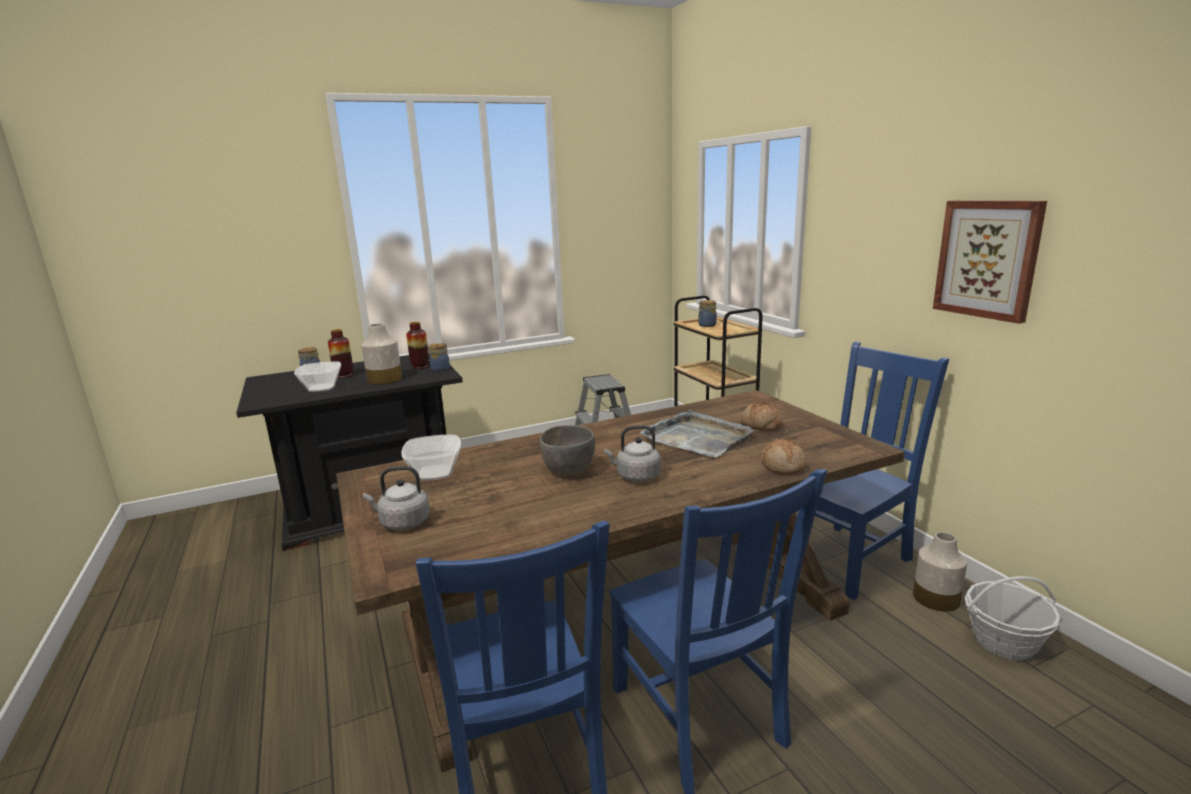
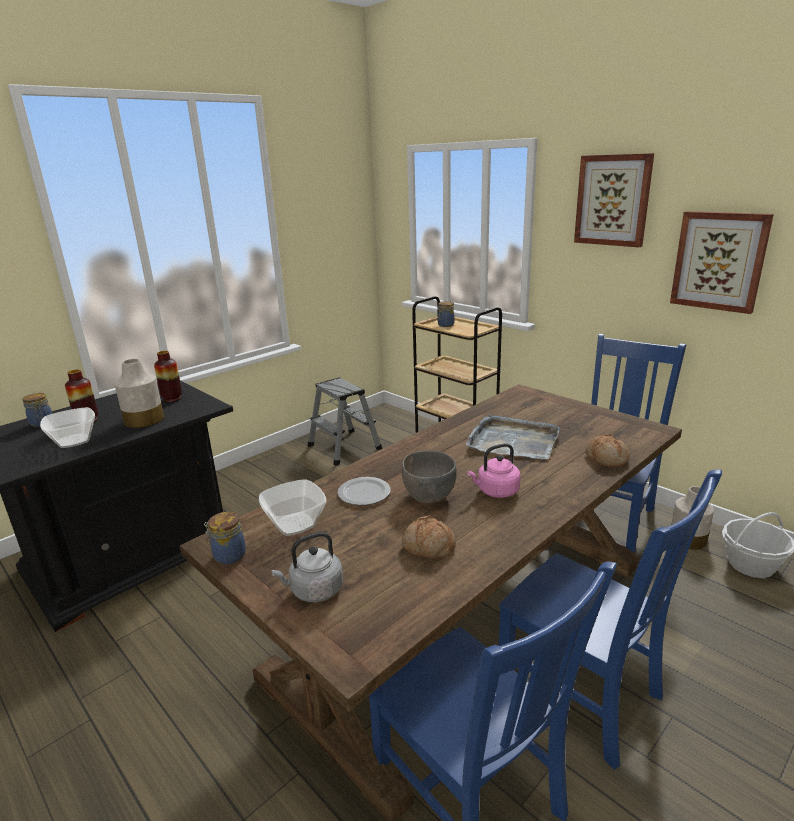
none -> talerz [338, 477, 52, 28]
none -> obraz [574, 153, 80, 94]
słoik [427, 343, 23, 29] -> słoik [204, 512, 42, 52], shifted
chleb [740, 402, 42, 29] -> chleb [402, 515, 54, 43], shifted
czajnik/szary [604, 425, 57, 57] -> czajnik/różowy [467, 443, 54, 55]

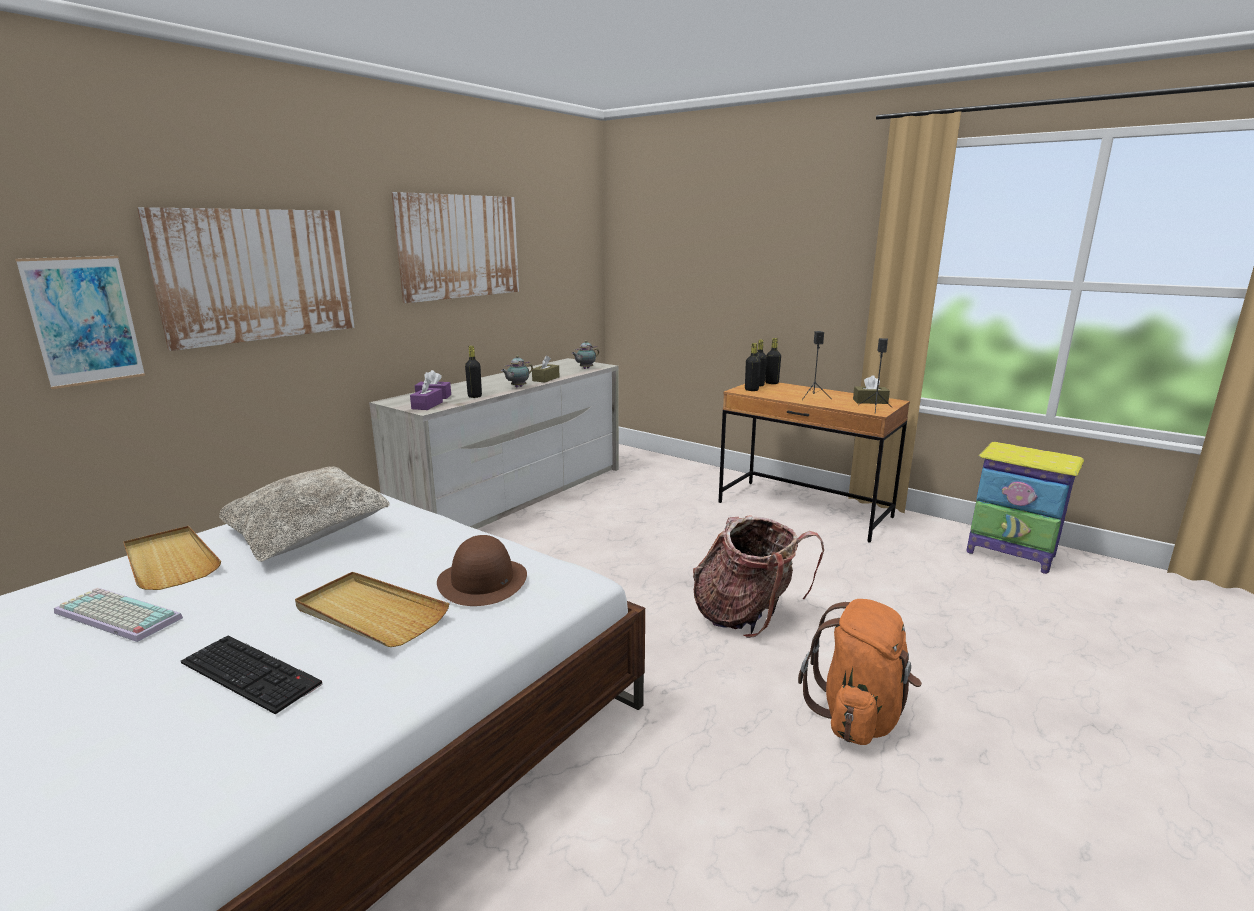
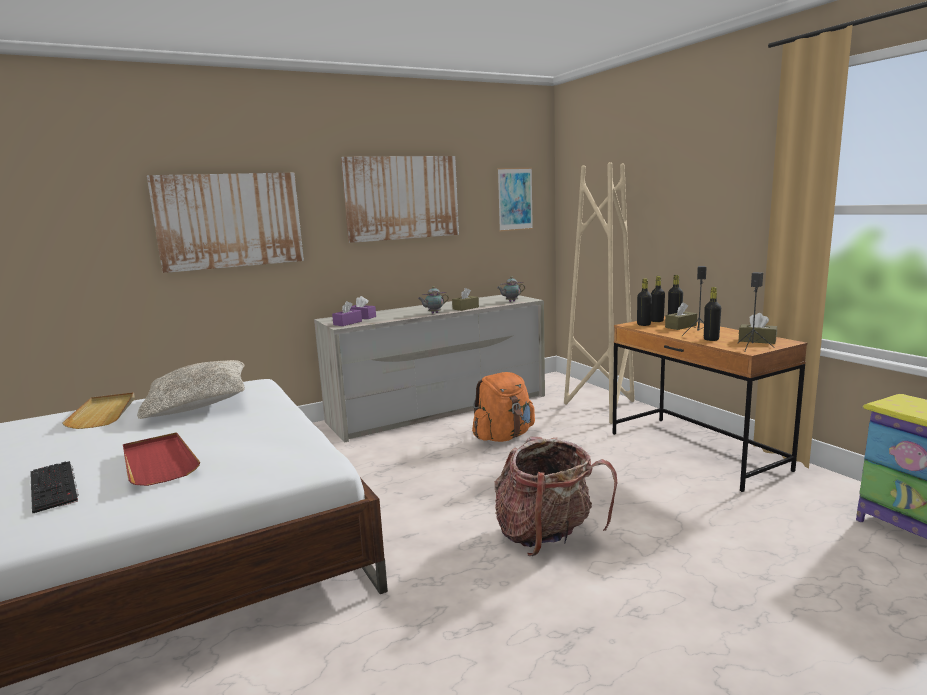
klawiatura [54, 588, 129, 54] -> none
kapelusz/brązowy [437, 535, 90, 71] -> none
none -> wieszak/beżowy [564, 162, 71, 262]
none -> pudełko chusteczek/brązowy [665, 302, 32, 28]
obraz [15, 256, 131, 133] -> obraz [498, 168, 35, 63], shifted
butelka/czarny [465, 346, 17, 52] -> butelka/czarny [704, 287, 17, 54], shifted
plecak/pomarańczowy [798, 599, 124, 146] -> plecak/pomarańczowy [472, 372, 63, 70], shifted
taca/beżowy [295, 572, 155, 75] -> taca/czerwony [123, 432, 77, 54]

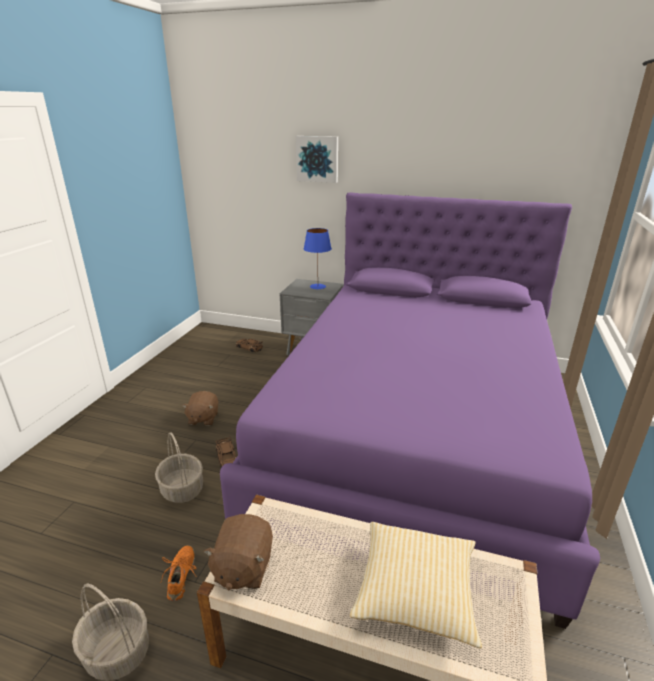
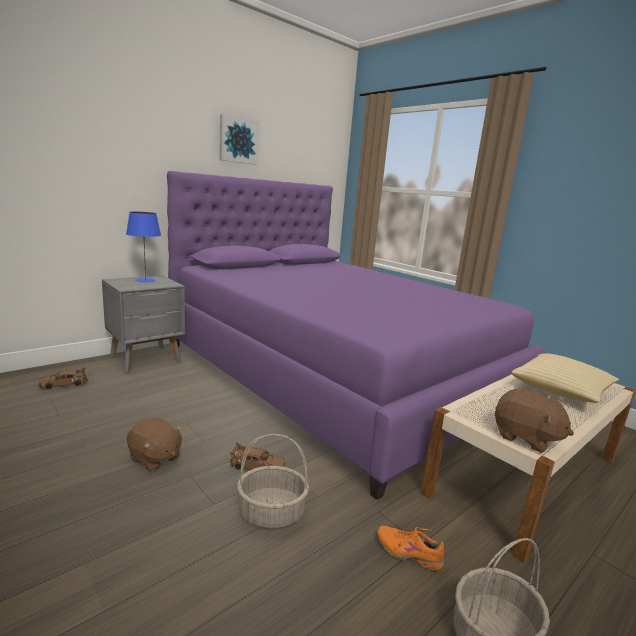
obraz [296, 136, 42, 47] -> obraz [219, 114, 40, 51], shifted

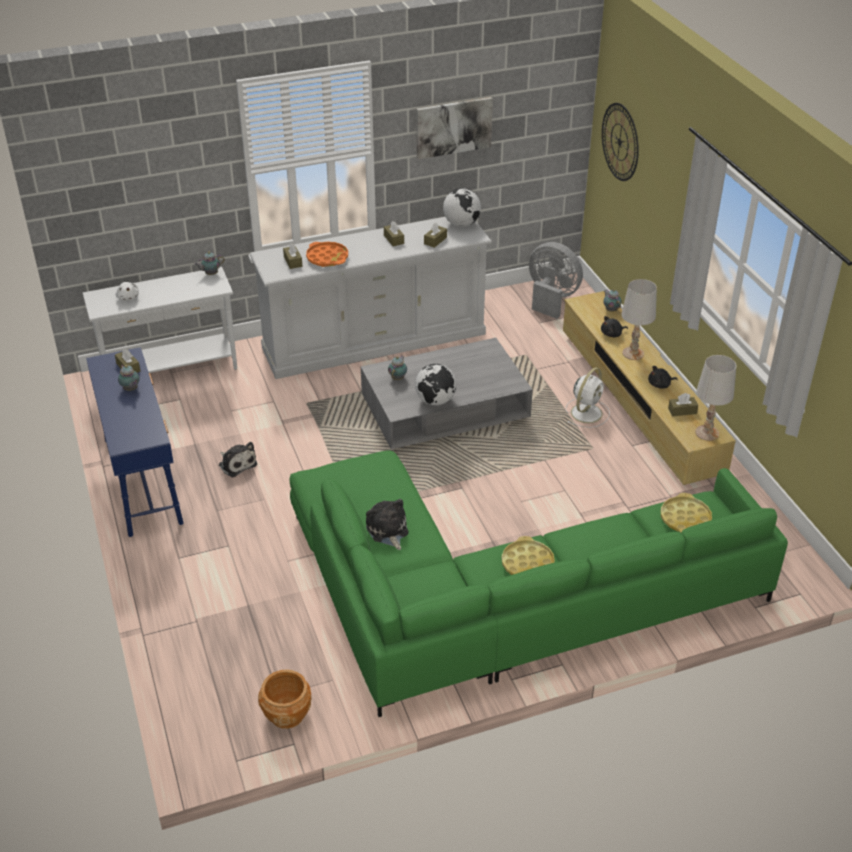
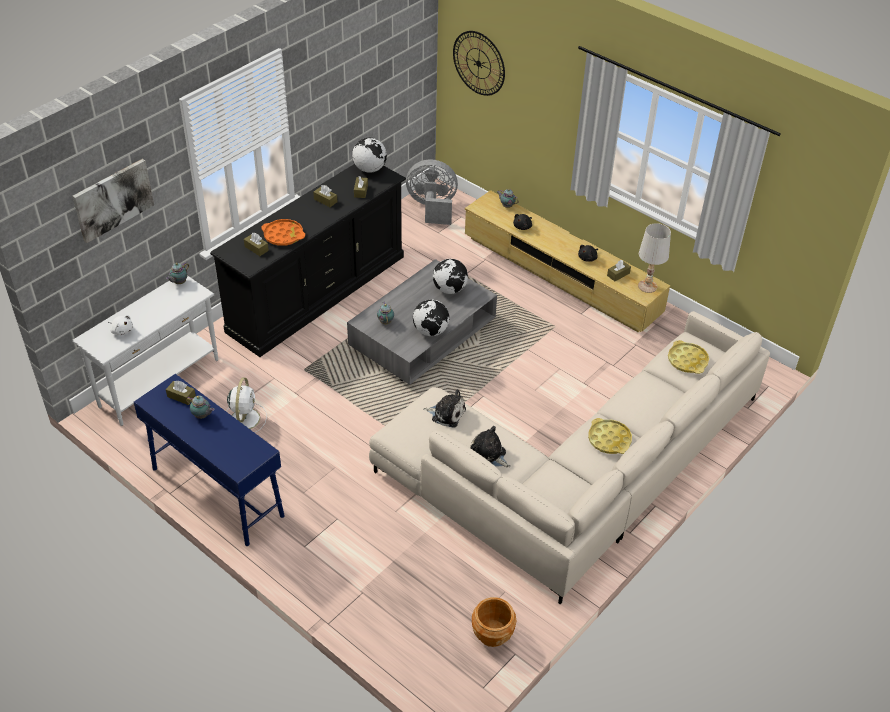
lampa stołowa/biały [621, 279, 36, 81] -> none
none -> globus [433, 259, 35, 35]
pluszak [219, 442, 38, 35] -> pluszak [423, 389, 43, 39], shifted
obraz [416, 97, 77, 62] -> obraz [72, 159, 82, 84], shifted
wentylator/biały [566, 368, 44, 60] -> wentylator/biały [226, 377, 41, 56], shifted
szafka/biały [250, 217, 242, 162] -> szafka/czarny [210, 164, 196, 193]
kanapa/zielony [289, 451, 499, 266] -> kanapa/beżowy [369, 311, 401, 294]

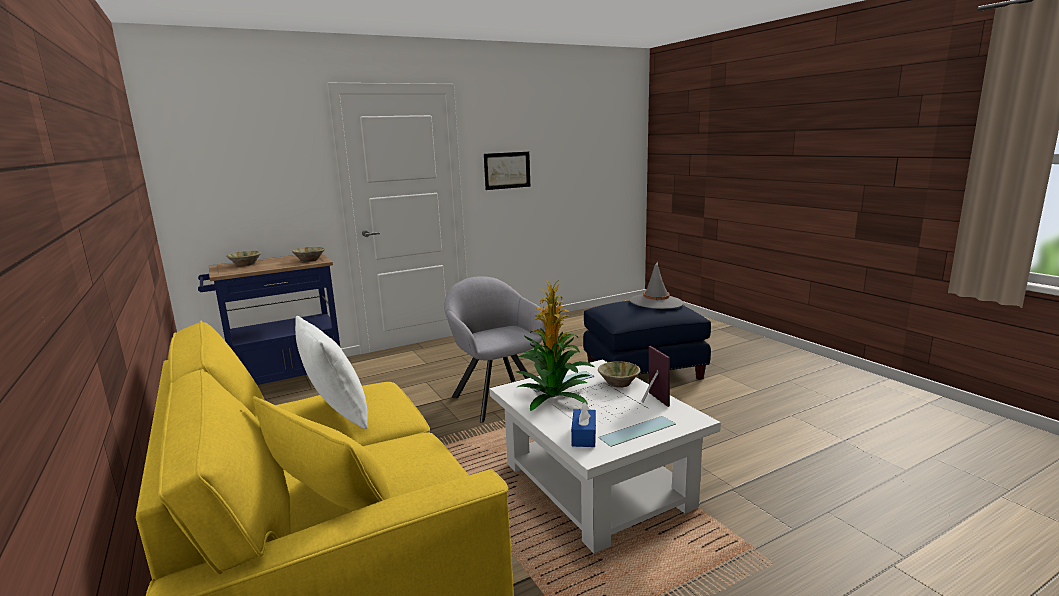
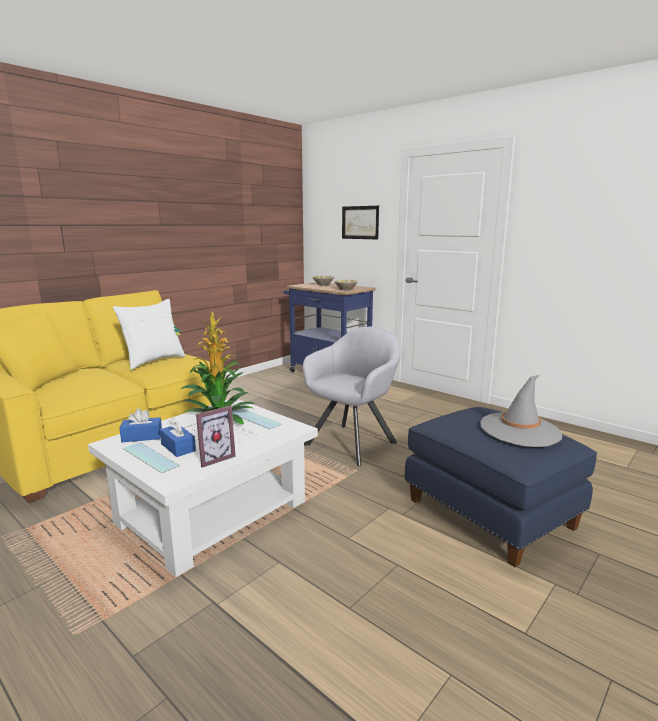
miska/beżowy [598, 361, 42, 27] -> none
none -> pudełko chusteczek/niebieski [160, 418, 36, 39]
obraz [484, 152, 46, 38] -> obraz [342, 206, 37, 33], shifted

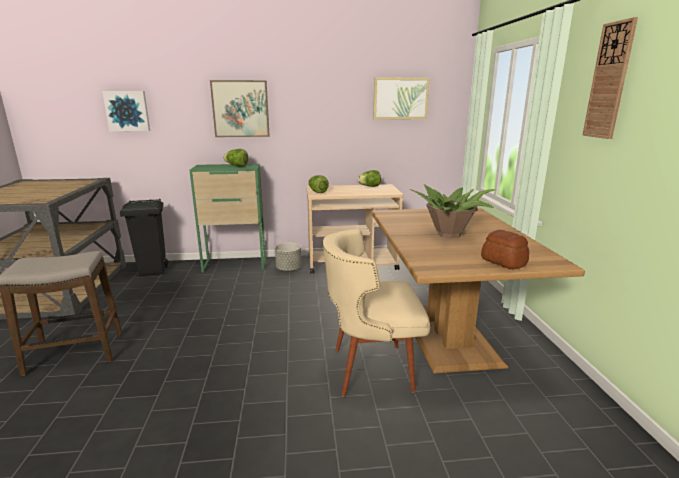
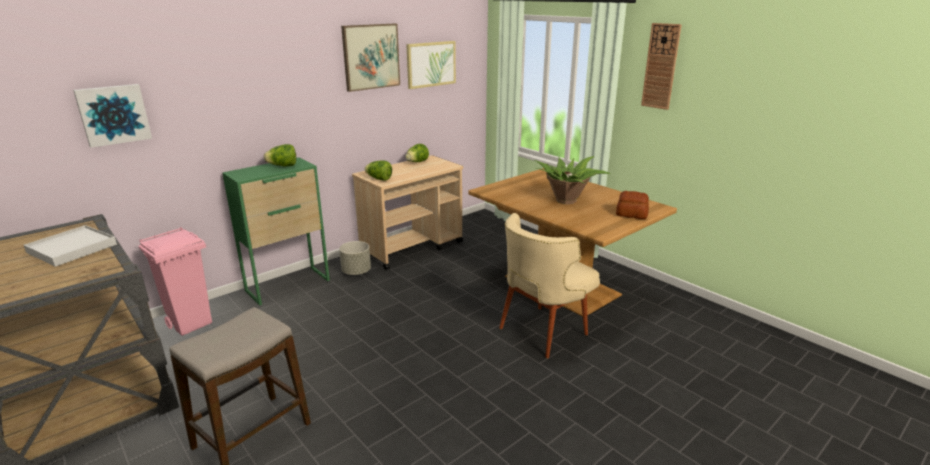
none -> taca/biały [24, 225, 93, 42]
obraz [210, 80, 60, 57] -> obraz [341, 24, 59, 68], shifted
kosz na śmieci/czarny [120, 199, 48, 77] -> kosz na śmieci/różowy [139, 227, 73, 109]

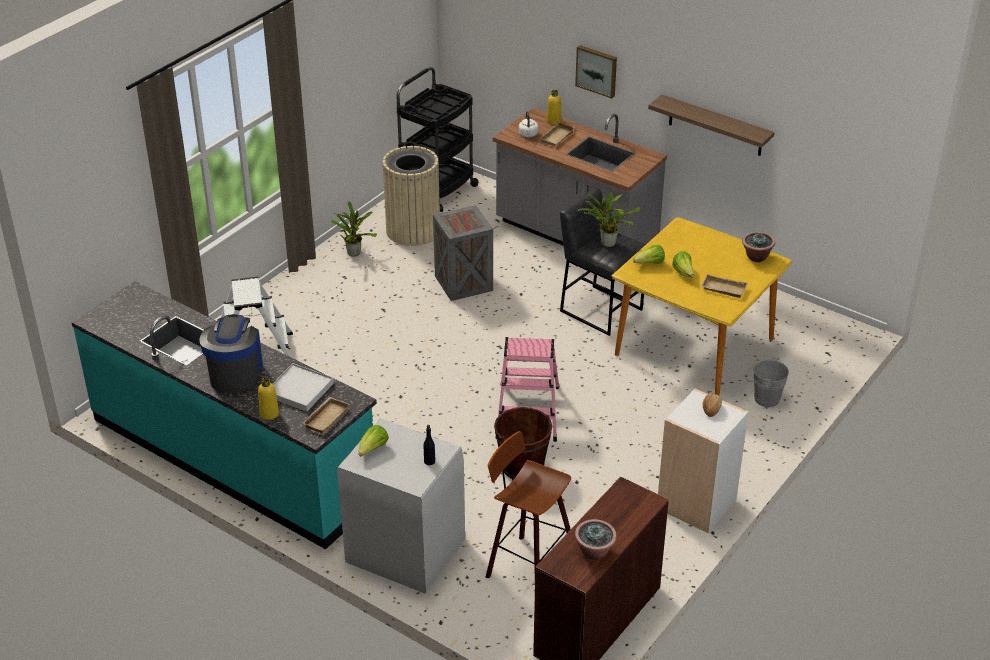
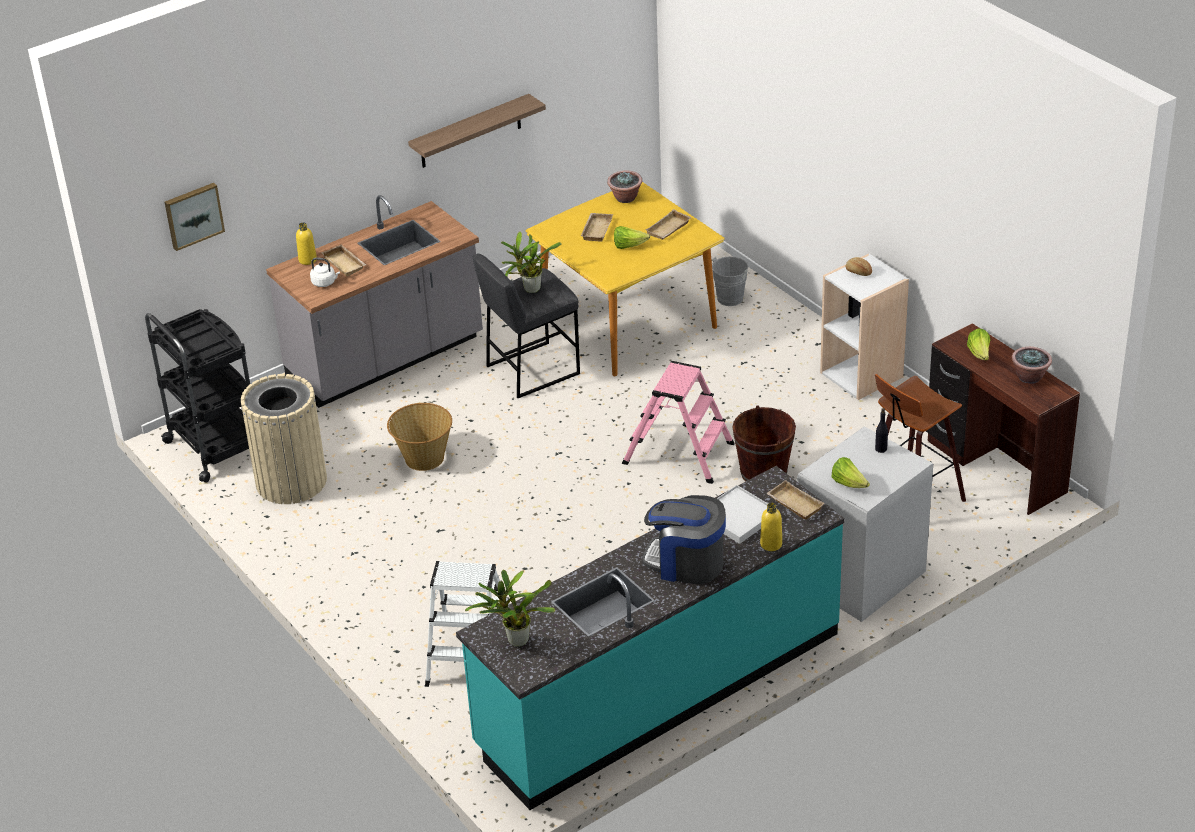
none -> taca/beżowy [581, 213, 32, 29]
roślina doniczkowa [331, 201, 46, 56] -> roślina doniczkowa [465, 569, 90, 78], shifted
obraz [575, 45, 42, 54] -> obraz [165, 183, 60, 68], shifted
sałata [633, 245, 32, 19] -> sałata [967, 329, 23, 31], shifted
skrzynka [433, 205, 60, 96] -> koszyk [387, 403, 65, 68]

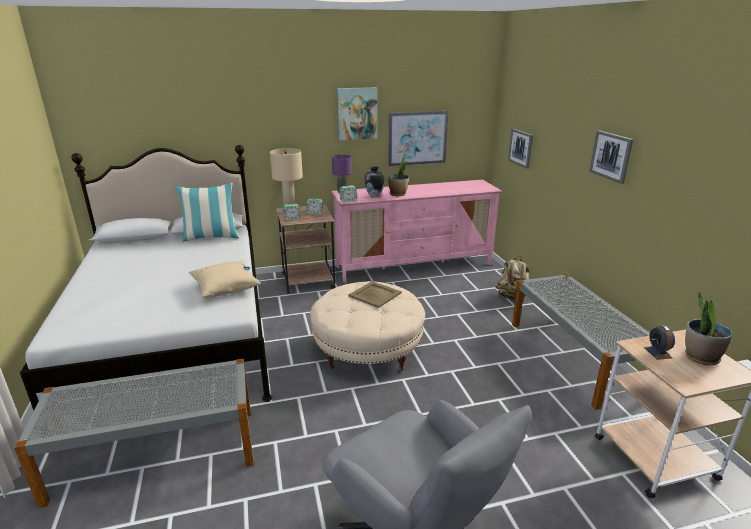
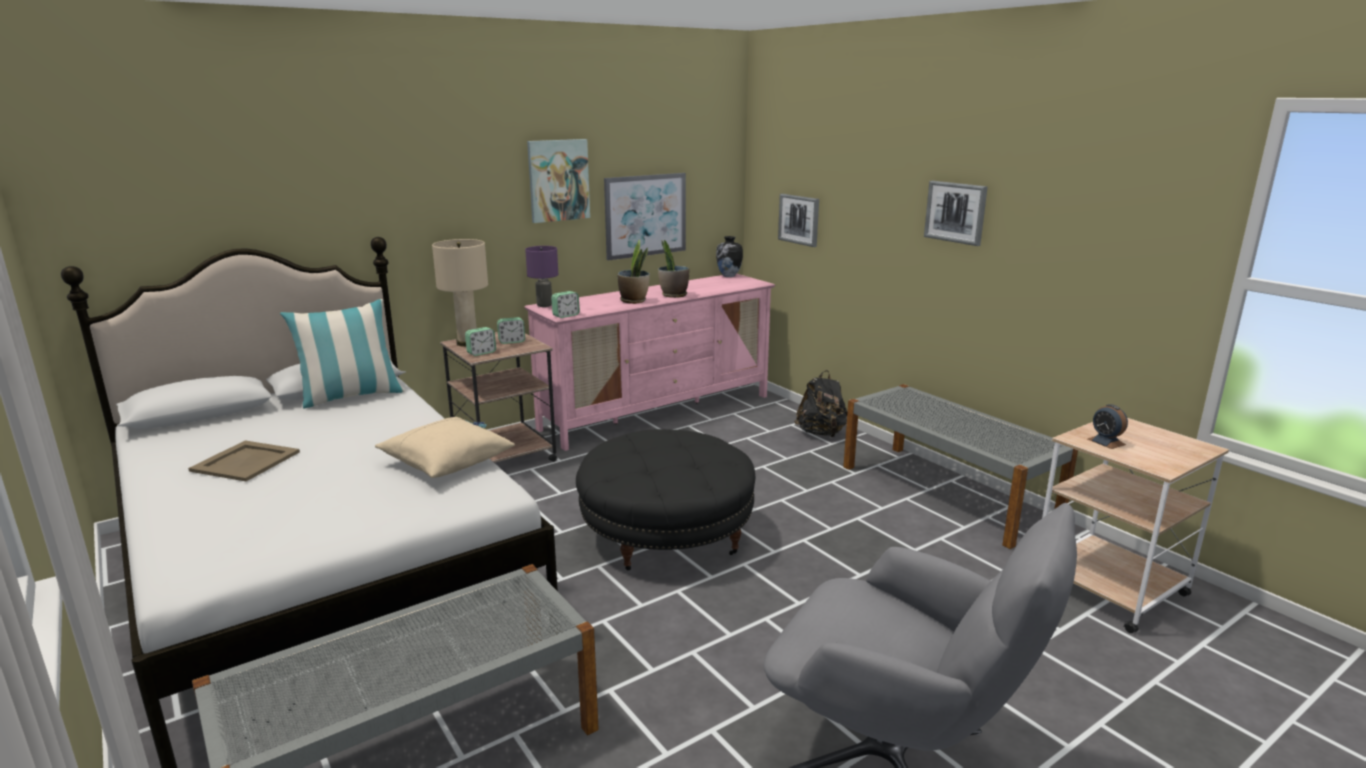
taca/beżowy [348, 281, 54, 27] -> taca/beżowy [188, 441, 112, 40], shifted
wazon [365, 166, 19, 31] -> wazon [716, 236, 27, 41], shifted
roślina doniczkowa [685, 292, 48, 73] -> roślina doniczkowa [658, 240, 31, 58], shifted
pufa/beżowy [310, 281, 115, 91] -> pufa/czarny [576, 429, 179, 141]
plecak/beżowy [495, 256, 34, 44] -> plecak/czarny [794, 370, 53, 67]

